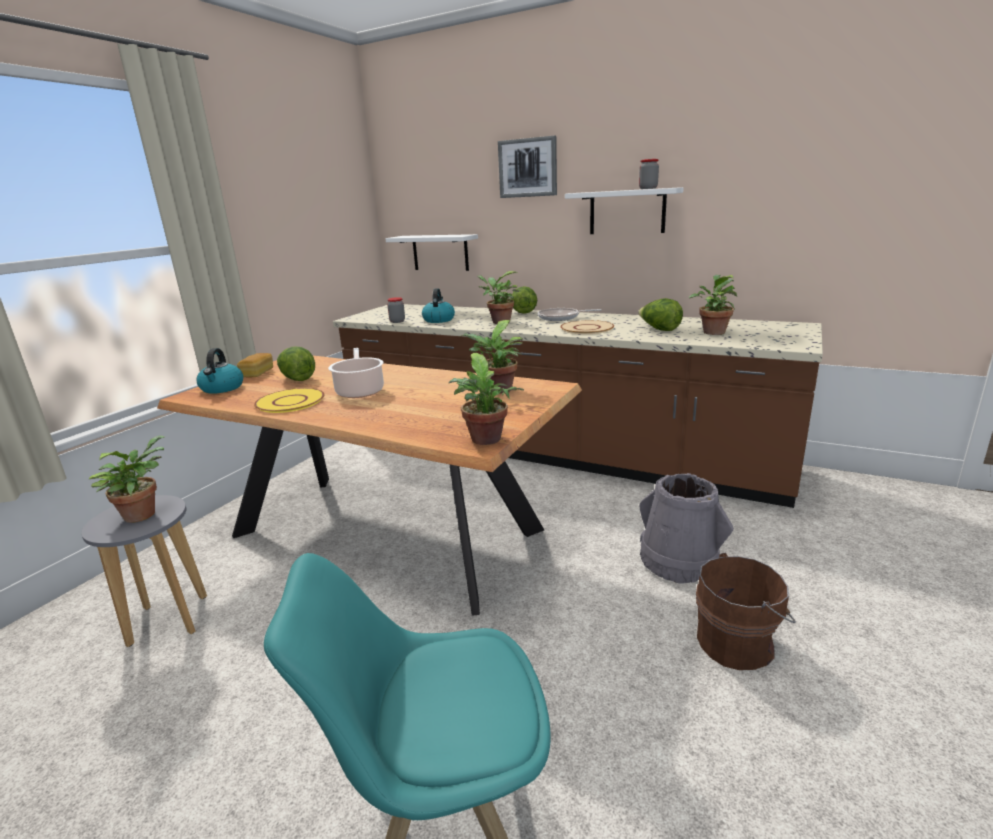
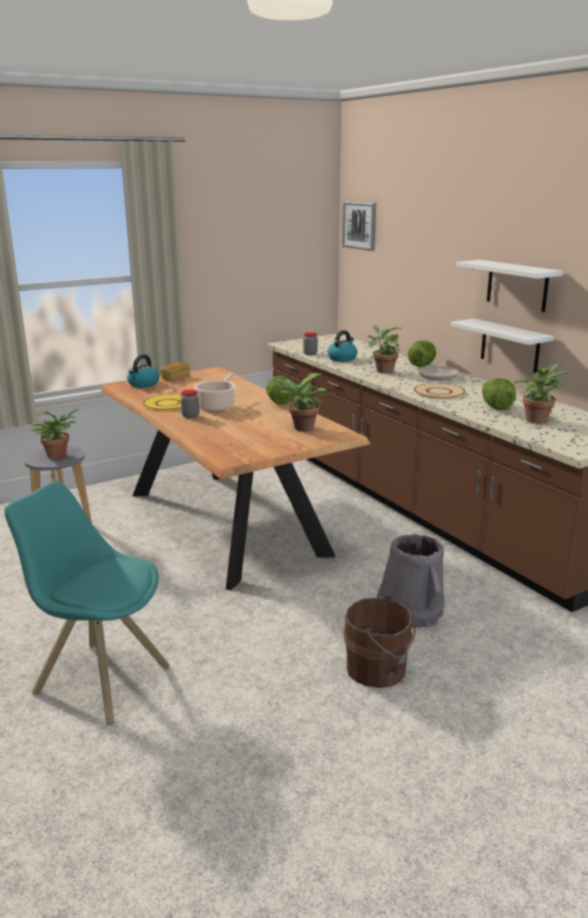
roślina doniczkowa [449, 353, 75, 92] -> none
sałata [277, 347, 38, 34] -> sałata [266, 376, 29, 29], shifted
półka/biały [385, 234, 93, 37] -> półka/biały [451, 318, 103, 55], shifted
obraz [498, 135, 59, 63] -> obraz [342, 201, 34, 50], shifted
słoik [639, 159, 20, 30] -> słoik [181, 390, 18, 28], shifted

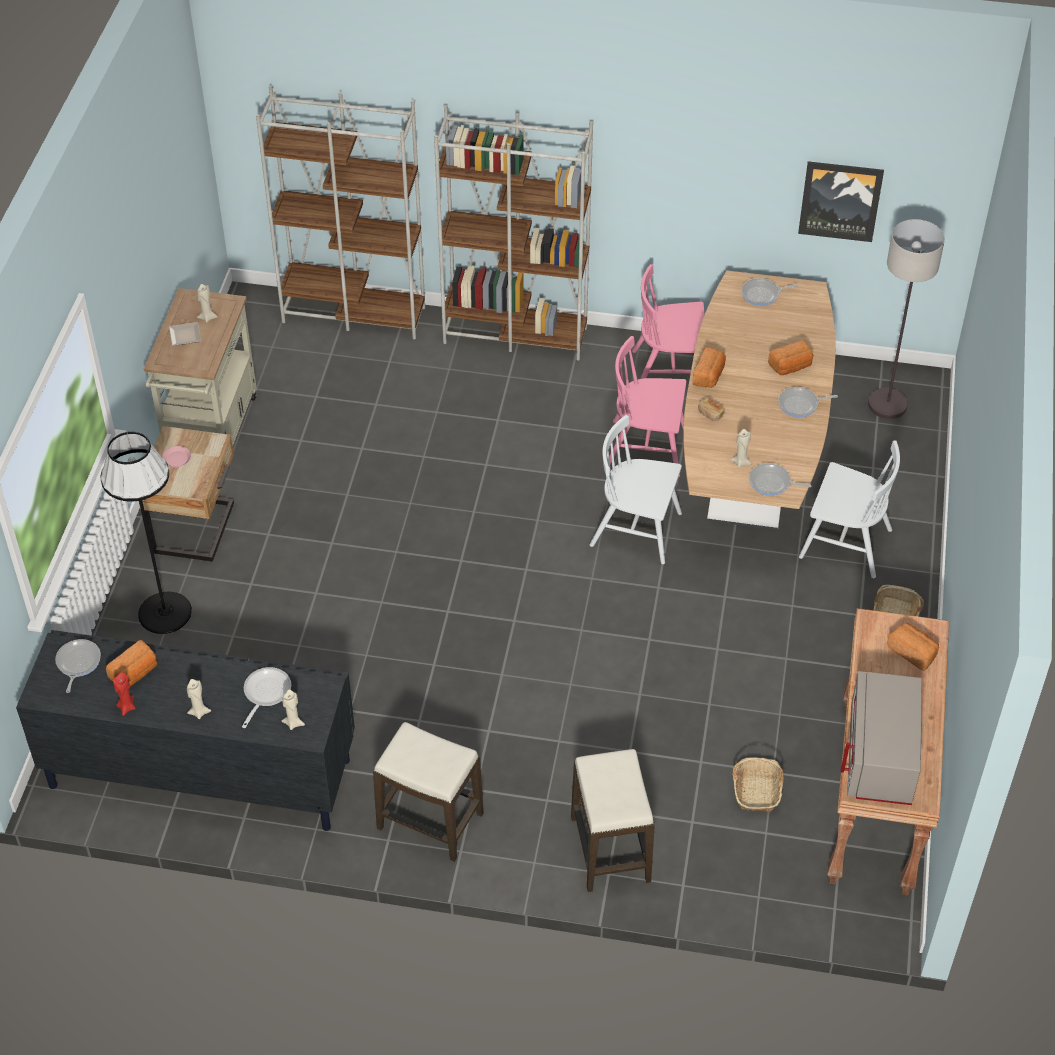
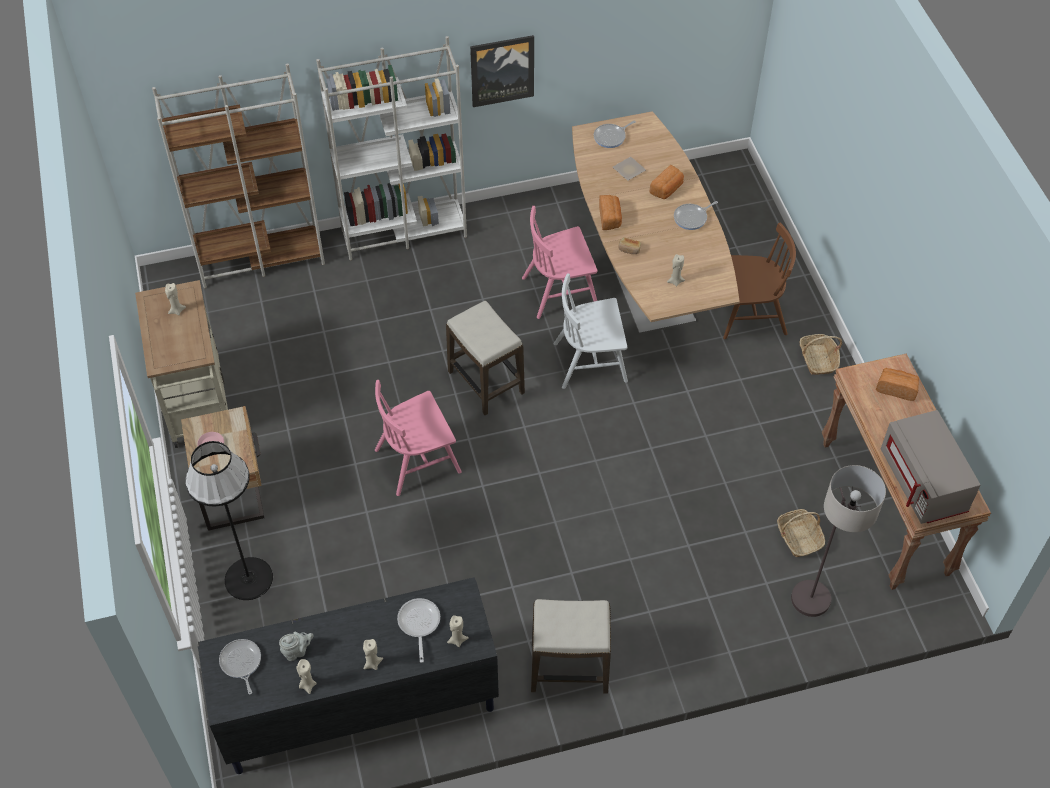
patelnia [749, 463, 62, 33] -> none
talerz [169, 322, 32, 24] -> talerz [613, 157, 33, 24], shifted
stołek [571, 749, 84, 143] -> stołek [446, 301, 79, 114], shifted
krzesło/różowy [632, 264, 73, 115] -> krzesło/różowy [375, 380, 87, 116], shifted
obraz [798, 161, 86, 81] -> obraz [470, 35, 64, 72], shifted
lampa stojąca/szary [868, 219, 77, 200] -> lampa stojąca/szary [791, 465, 95, 152], shifted
chleb [106, 640, 51, 46] -> imbryk/szary [279, 632, 35, 29]
świeca/czerwony [113, 672, 23, 44] -> świeca/beżowy [296, 659, 21, 35]
regał/brązowy [434, 105, 159, 256] -> regał/biały [316, 36, 151, 225]
krzesło/biały [799, 440, 101, 138] -> krzesło/brązowy [723, 223, 73, 116]

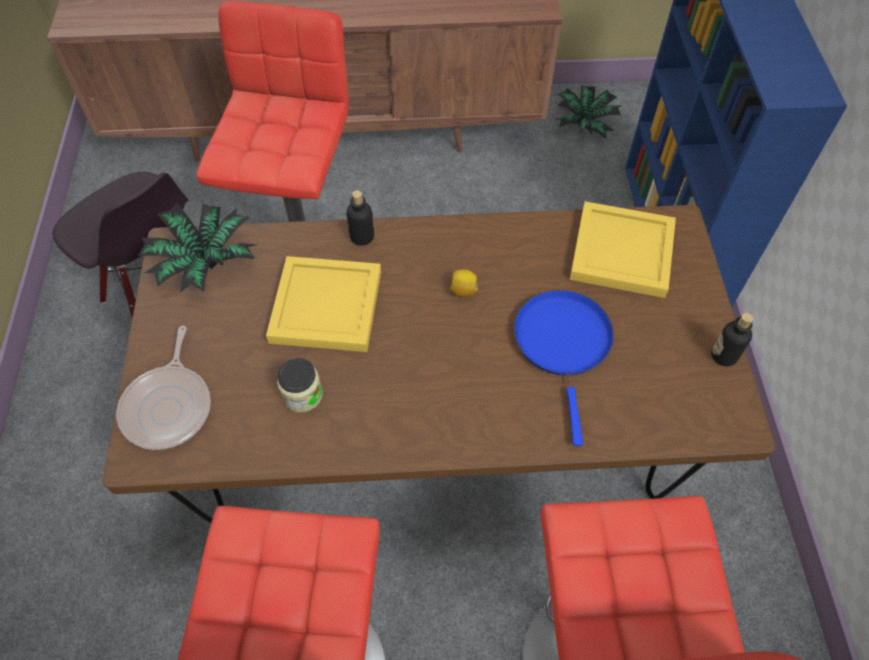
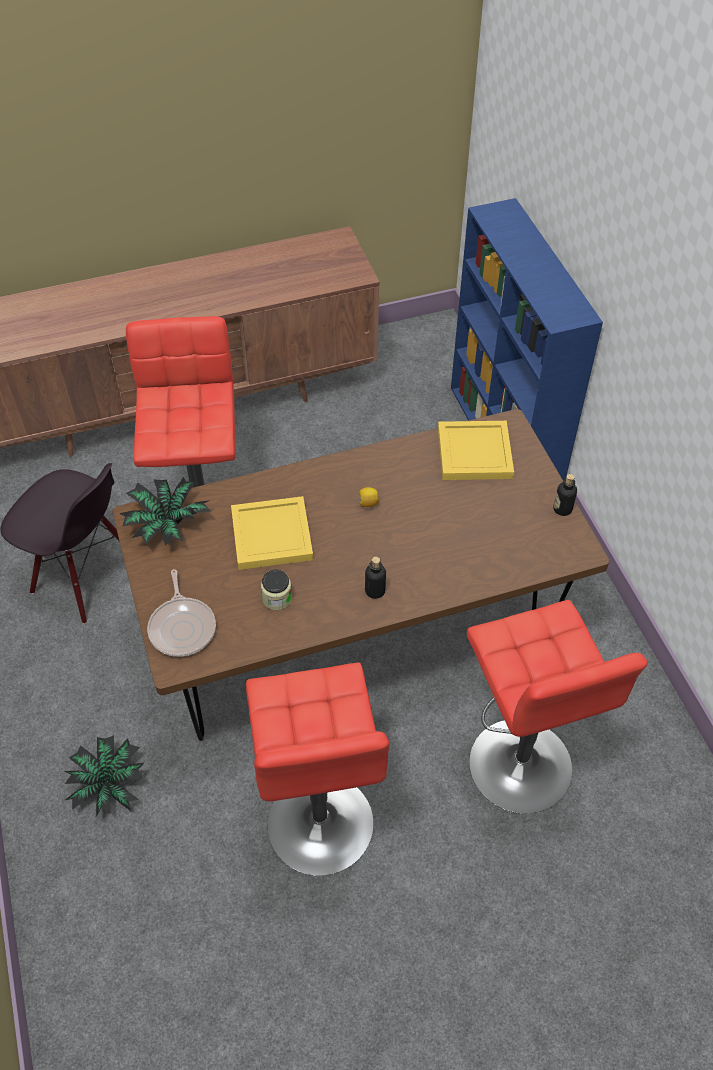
patelnia/niebieski [514, 290, 100, 156] -> none
butelka [346, 190, 29, 56] -> butelka [365, 557, 21, 42], shifted
roślina doniczkowa [555, 85, 68, 54] -> roślina doniczkowa [65, 735, 79, 82], shifted

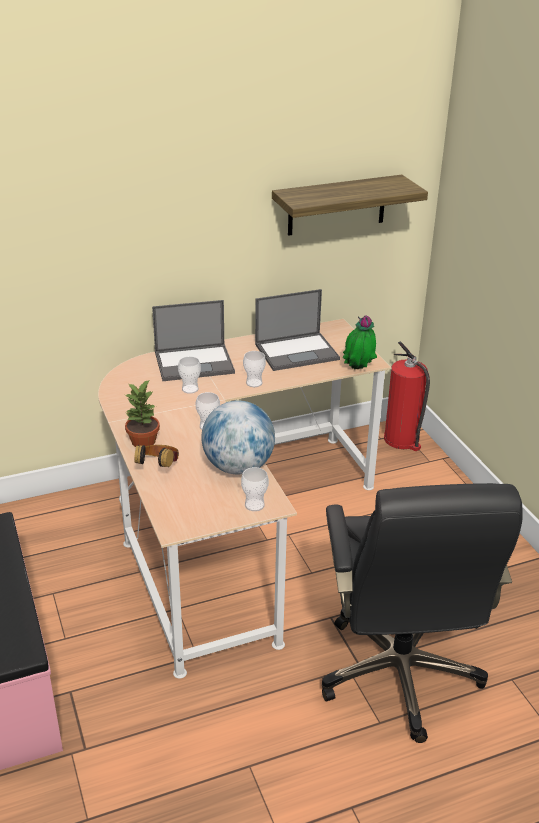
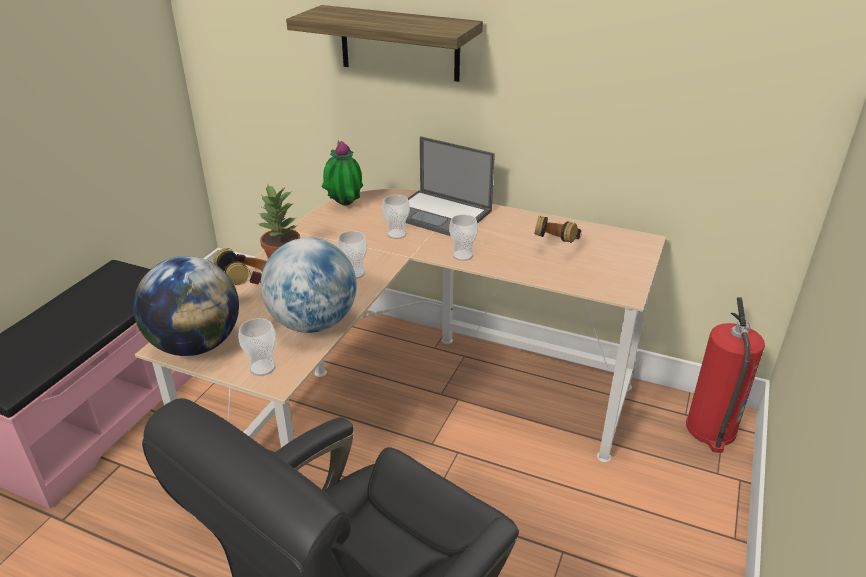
none -> globus [133, 256, 106, 100]
półka [272, 175, 156, 61] -> półka [286, 5, 197, 77], shifted
roślina doniczkowa [343, 315, 34, 54] -> roślina doniczkowa [322, 141, 41, 65], shifted
laptop [255, 289, 85, 82] -> słuchawki [535, 216, 47, 27]

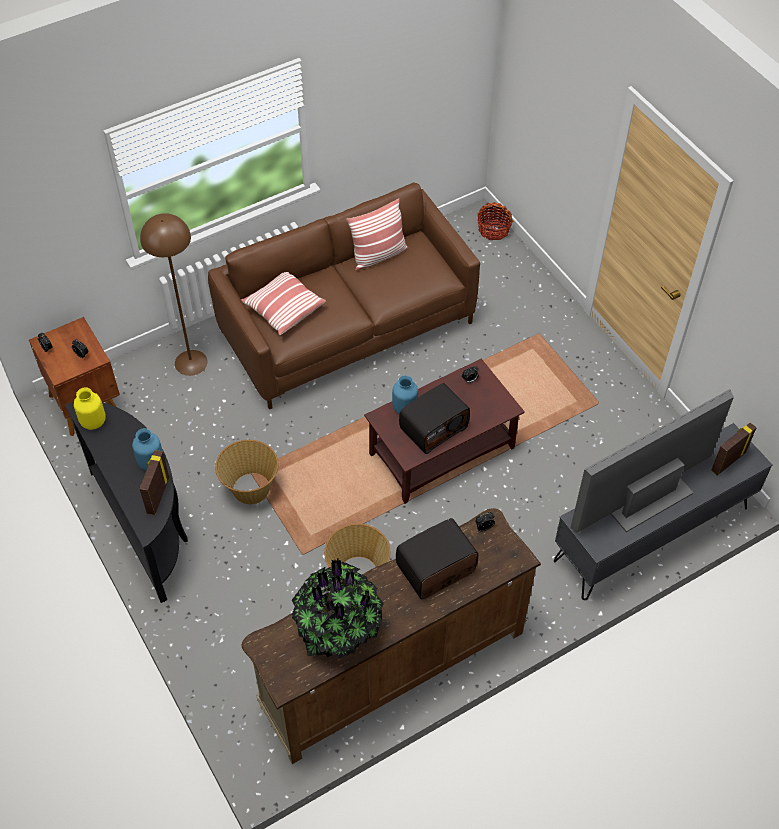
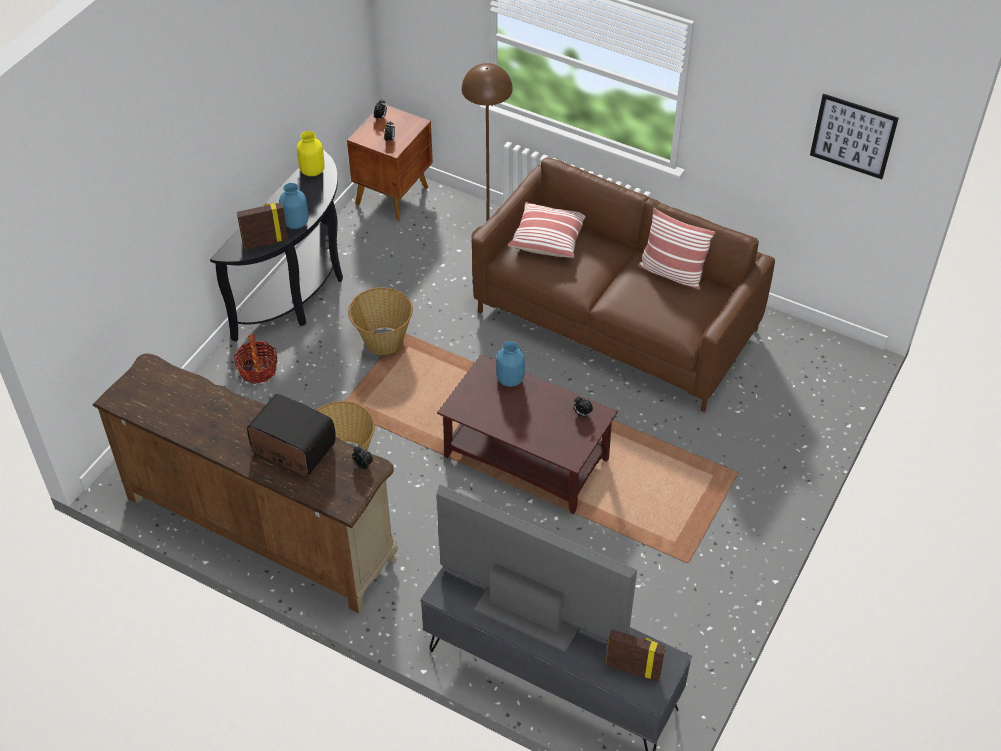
roślina doniczkowa [291, 559, 93, 100] -> none
radio [399, 383, 71, 71] -> none
none -> obraz [810, 94, 89, 85]
koszyk [478, 202, 35, 38] -> koszyk [234, 334, 44, 50], shifted

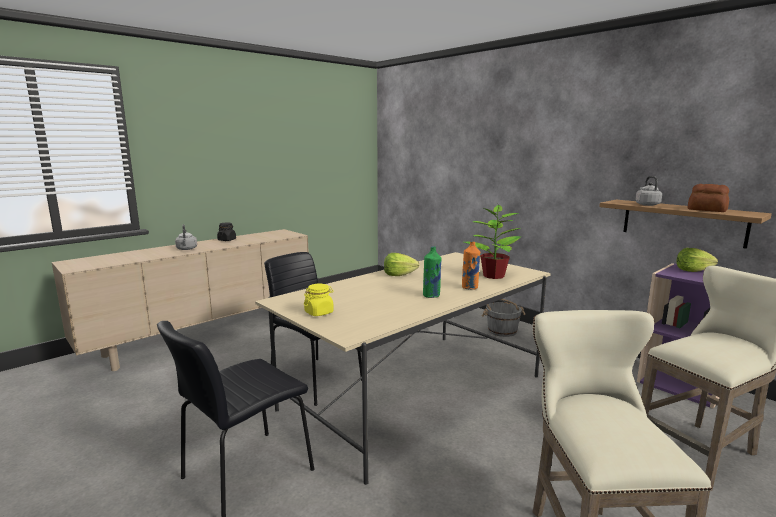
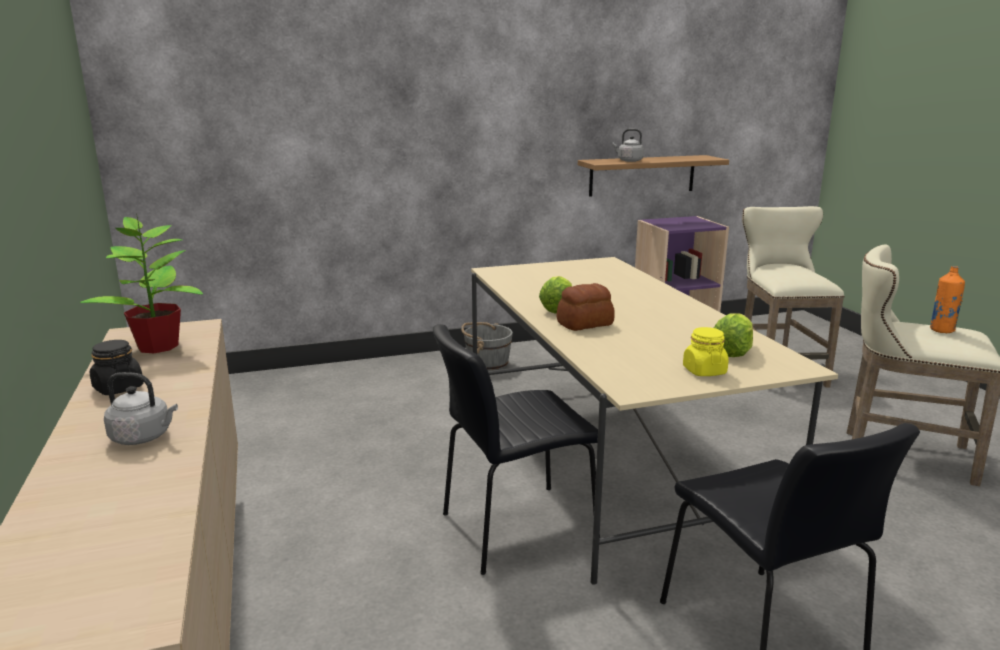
butelka/zielony [423, 246, 19, 52] -> none
butelka/pomarańczowy [462, 241, 18, 49] -> butelka/pomarańczowy [930, 266, 35, 67], shifted
roślina doniczkowa [464, 205, 58, 74] -> roślina doniczkowa [80, 214, 123, 139], shifted
sałata [677, 248, 41, 24] -> sałata [714, 313, 39, 44], shifted
chleb [688, 184, 41, 28] -> chleb [556, 283, 59, 48], shifted

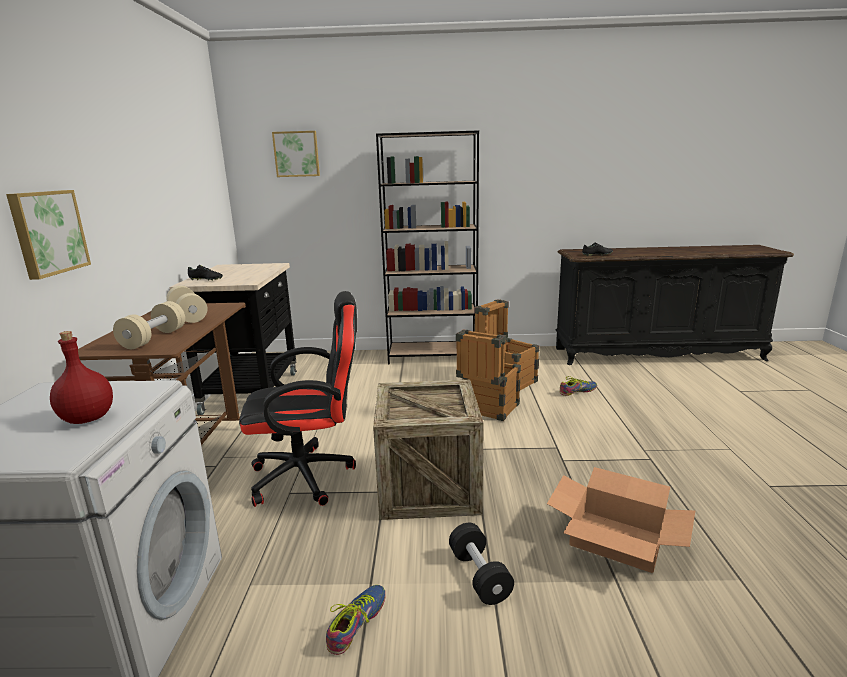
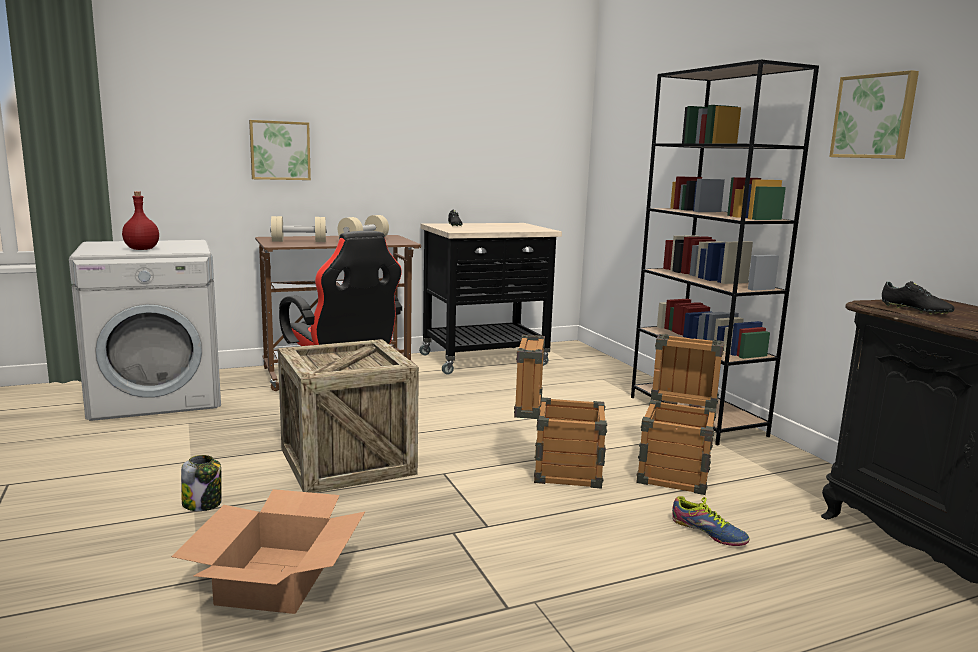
but [326, 585, 60, 70] -> none
obraz [272, 131, 48, 46] -> obraz [829, 70, 90, 89], shifted
hantel/czarny [449, 523, 65, 82] -> słoik [181, 455, 41, 56]

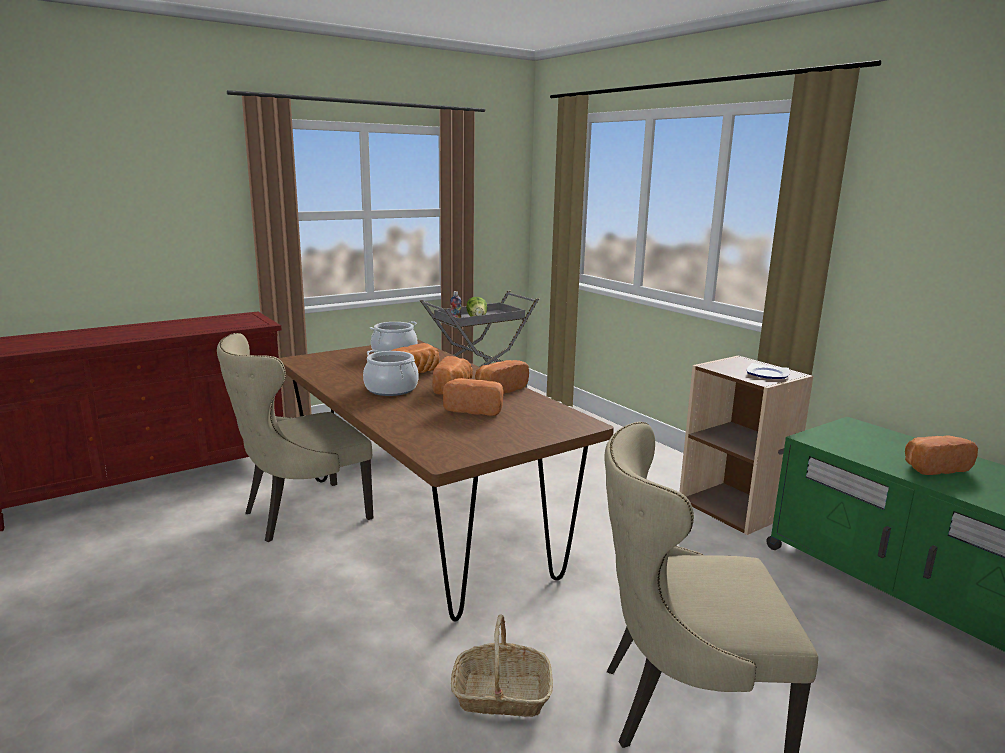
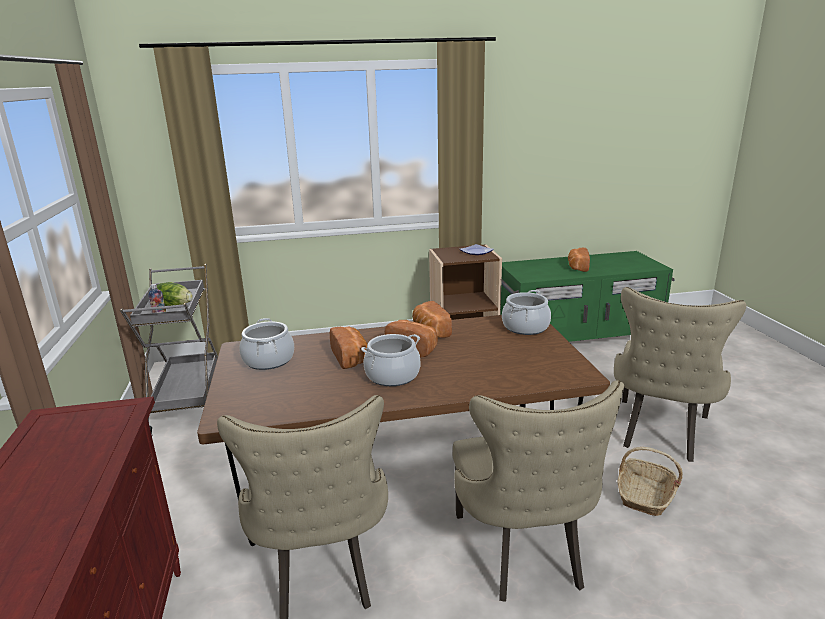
chleb [443, 378, 61, 38] -> none
none -> krzesło/beżowy [453, 380, 171, 222]
none -> garnek [502, 290, 49, 45]

